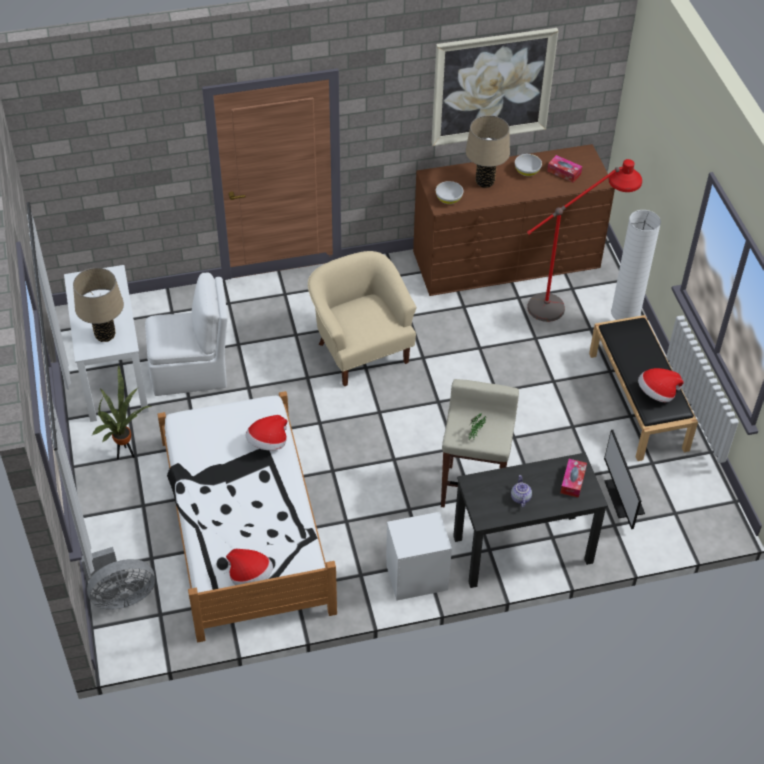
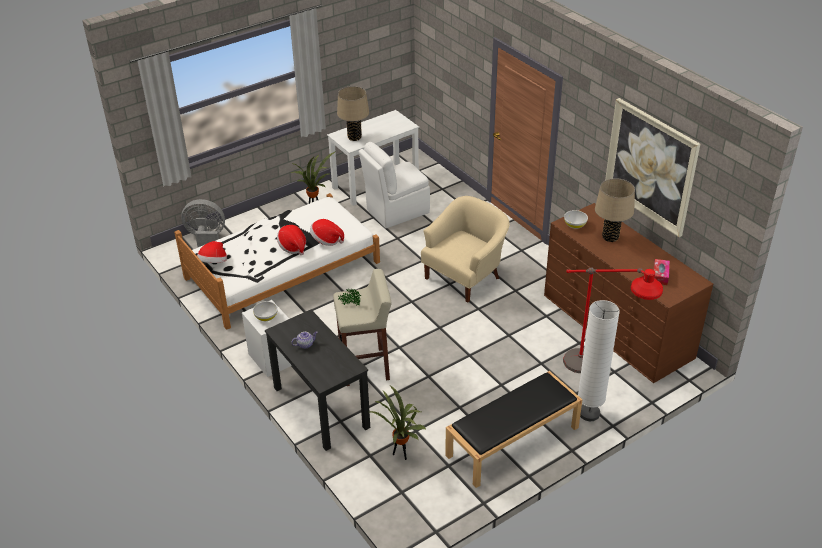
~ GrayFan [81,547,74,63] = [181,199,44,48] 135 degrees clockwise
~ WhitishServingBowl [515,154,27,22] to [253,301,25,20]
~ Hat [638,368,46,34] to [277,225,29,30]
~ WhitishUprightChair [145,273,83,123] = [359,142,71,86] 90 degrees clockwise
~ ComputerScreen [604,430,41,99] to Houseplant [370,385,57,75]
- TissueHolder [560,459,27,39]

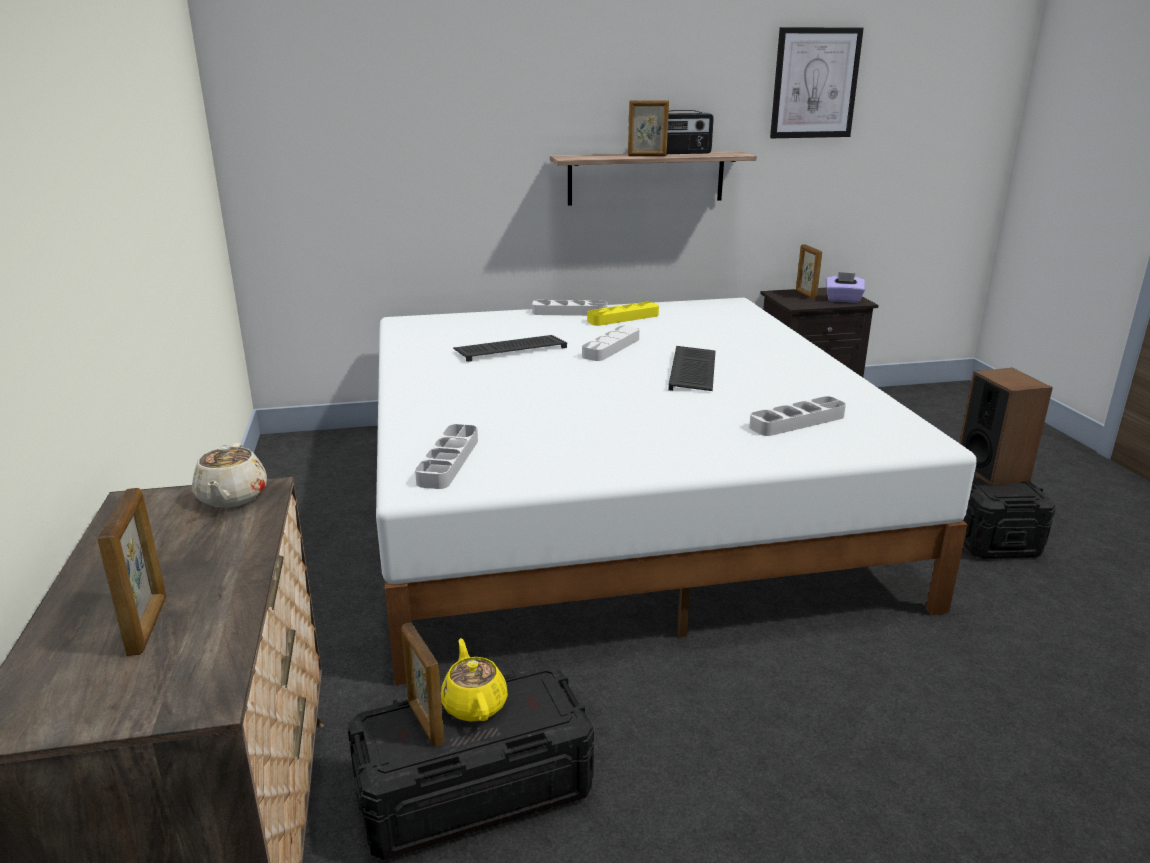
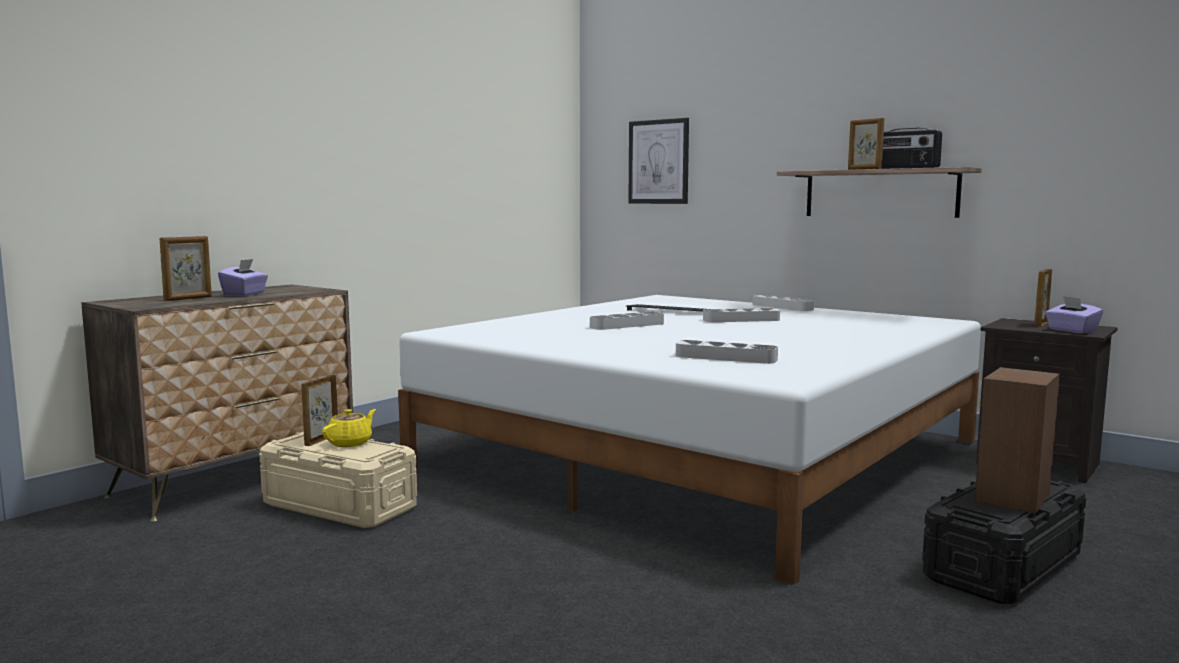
+ PurpleColouredTissueHolder [218,259,50,37]
~ BlackishStorageContainer [347,666,247,194] to BeigeStorageContainer [259,432,158,96]
~ GrayTray [415,424,63,65] to [590,312,74,18]
~ Picture [770,27,94,111] to [628,118,61,86]
- BeigeTeapot [192,443,75,65]
- YellowColouredTray [587,302,72,24]
- Keyboard [668,346,48,45]

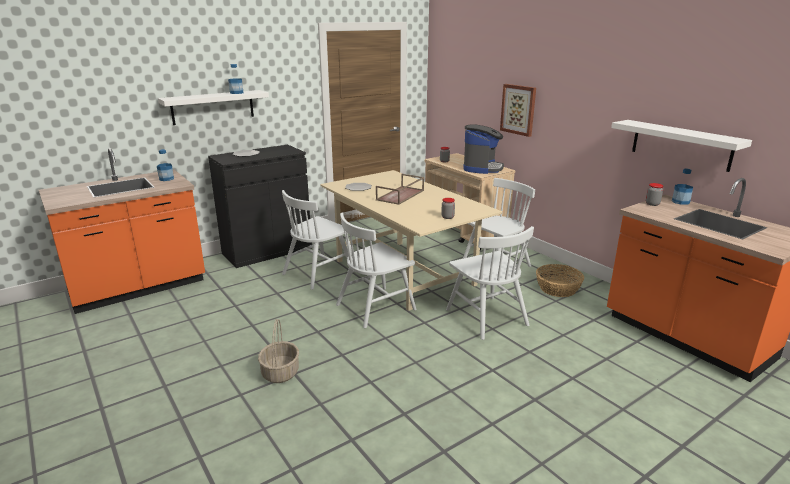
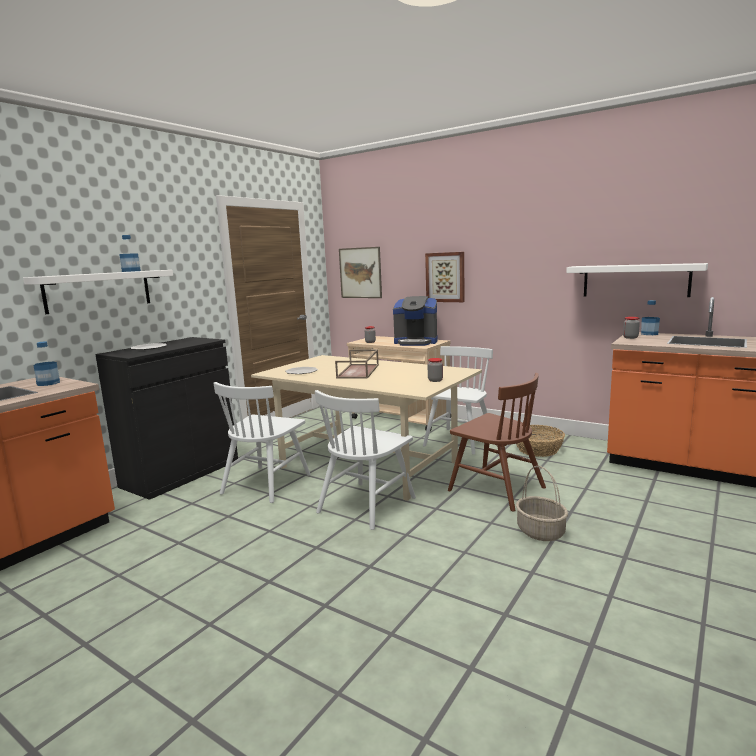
+ Picture [339,247,43,51]
~ CoffeeMachine [463,124,41,50] = [393,296,45,50] 105 degrees clockwise
~ WhitishUprightChair [446,226,88,114] to BrownColouredUprightChair [448,373,98,139]
~ HouseholdBasket [258,319,41,64] to [516,466,52,75]

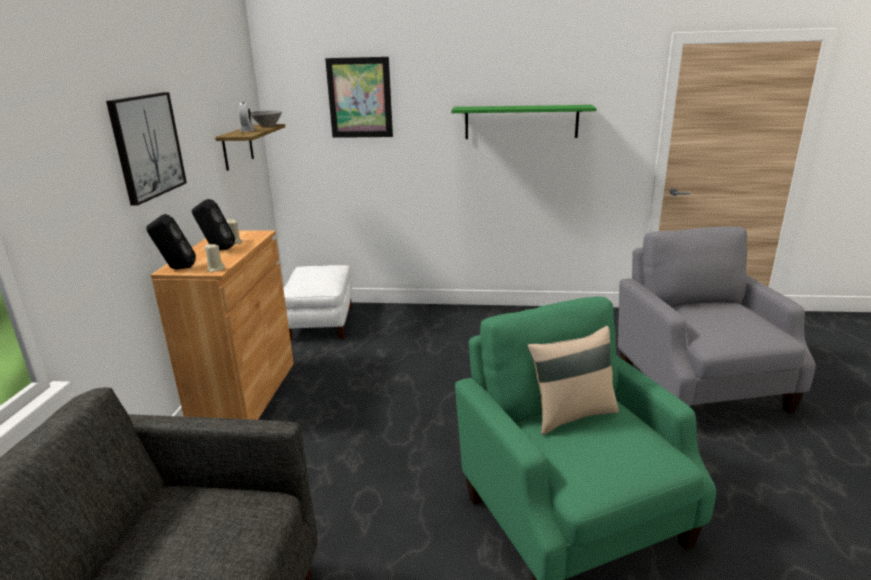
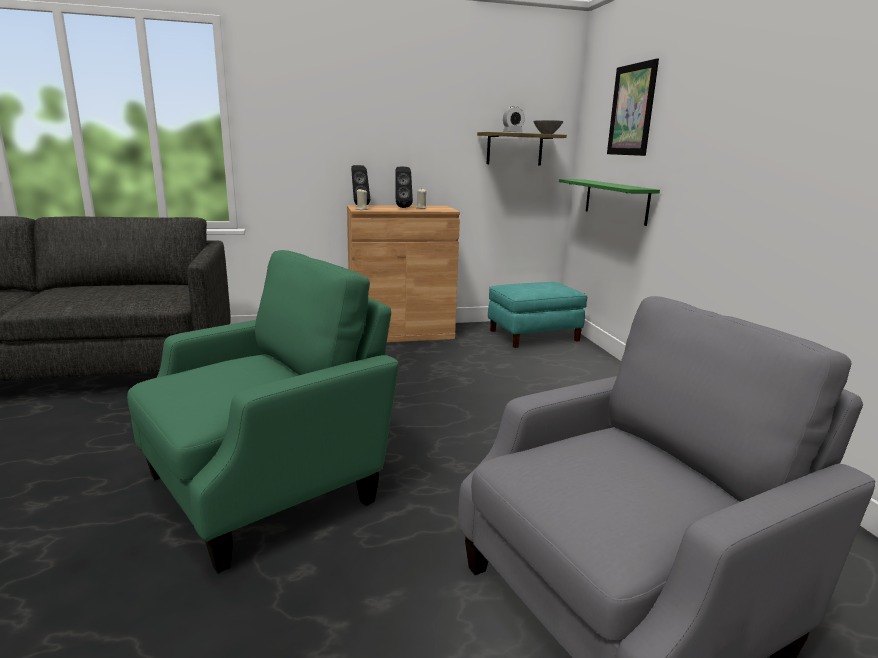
~ WhitishFootrest [284,265,69,75] to TurquoiseFootrest [488,282,99,66]
~ GreenColouredShelf [451,105,146,34] to [559,179,101,47]
- Picture [106,92,81,114]
- BeigeThrowPillow [527,326,92,109]

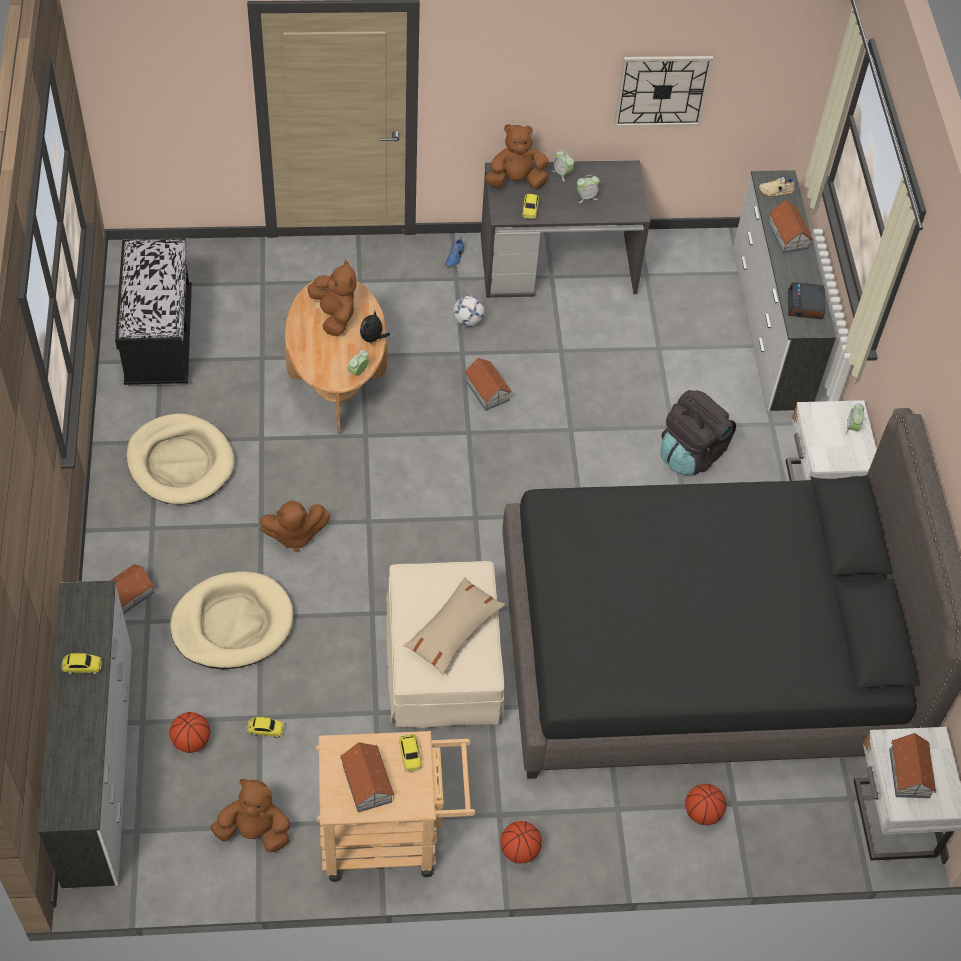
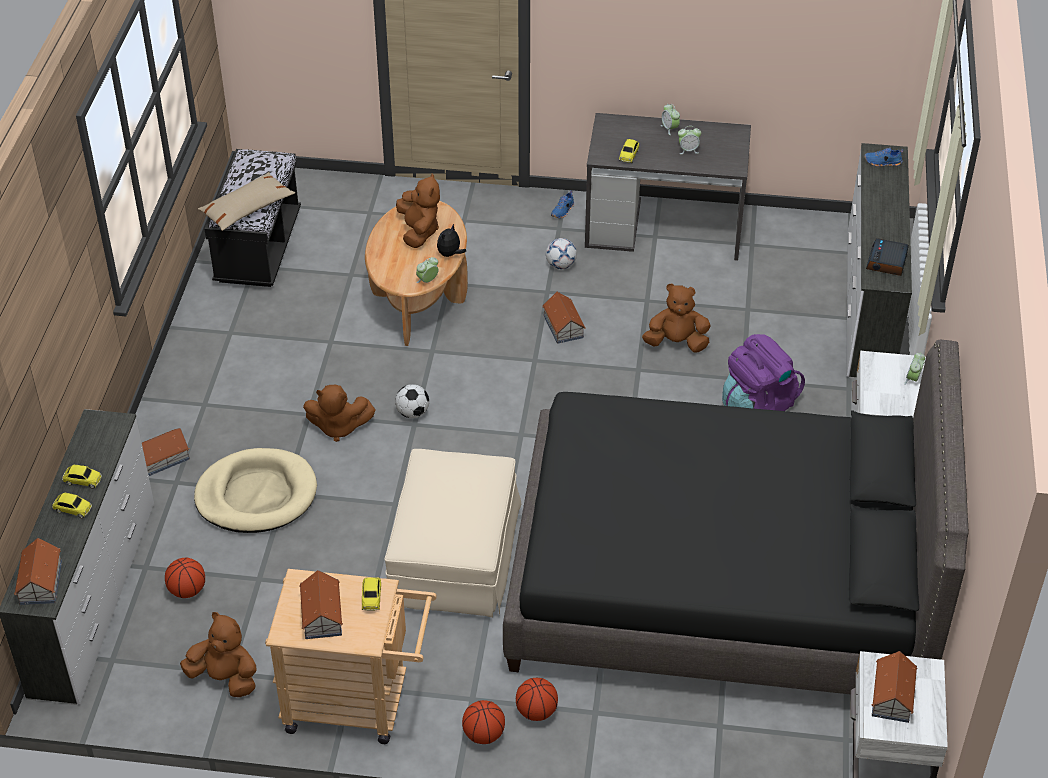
~ MiniatureHouse [768,200,45,54] to [14,538,48,67]
~ ToyCar [247,717,37,21] to [52,493,40,26]
~ BeigeThrowPillow [403,577,103,98] to [198,172,97,59]
+ FootballBall [395,384,34,34]
~ BallForBasketball [685,784,41,41] to [516,678,42,43]
~ BrownColouredPlushToy [485,124,64,65] to [642,283,68,70]
~ BlackishBackpack [660,390,76,85] to PurpleColouredBackpack [722,334,83,77]
~ BeigeItemOfFootwear [759,177,37,20] to BlueColouredItemOfFootwear [864,147,39,20]
- BeigeDogBed [126,414,109,91]
- HangingClock [614,56,99,71]

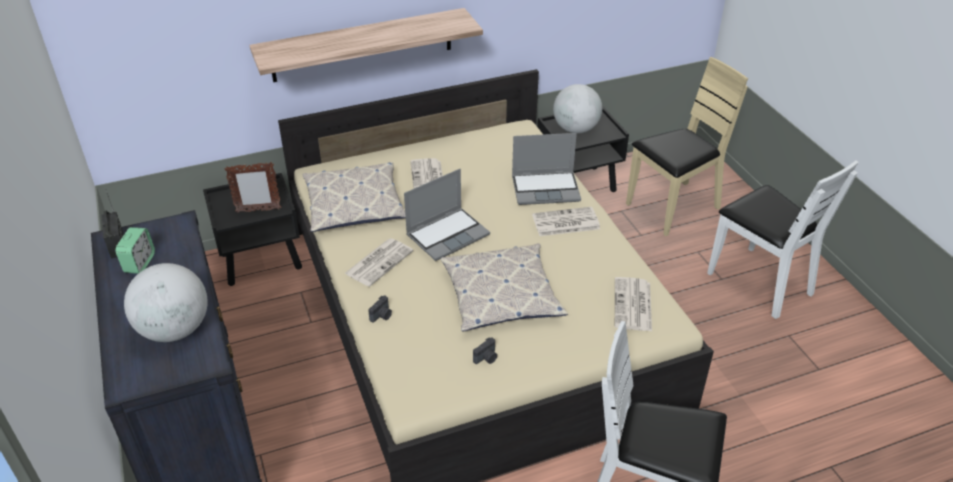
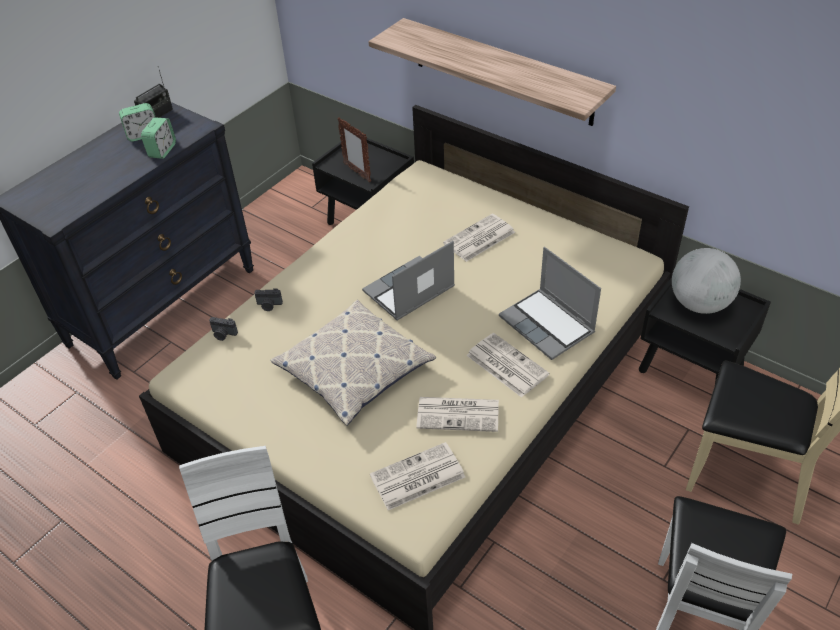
+ AlarmClock [141,117,35,42]
~ StillCamera [473,337,24,27] to [209,317,29,24]
~ NotebookComputer [404,169,86,92] = [362,241,93,80] 120 degrees clockwise
~ DailyPaper [344,238,69,49] to [416,397,83,35]
- DeskGlobe [124,263,84,79]
- ThrowPillow [303,162,103,70]

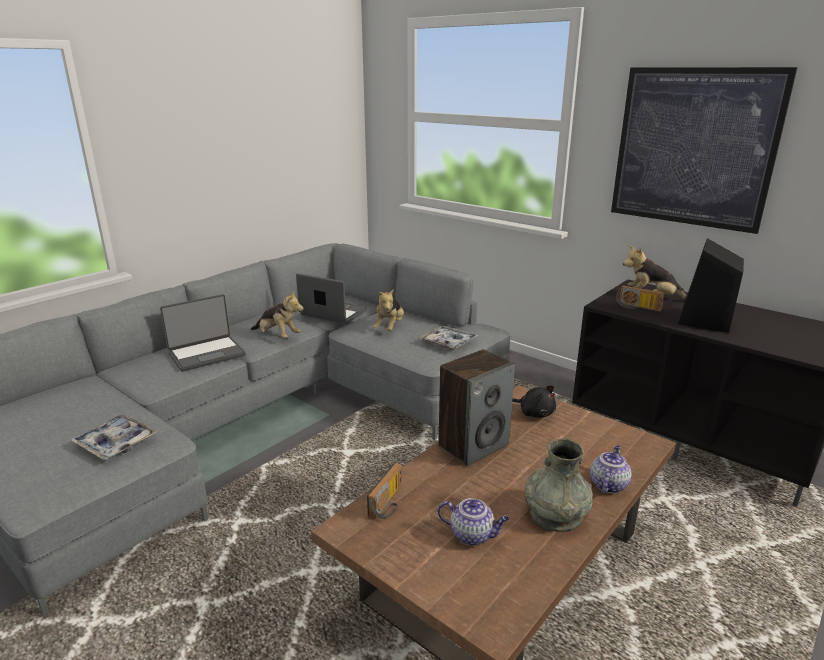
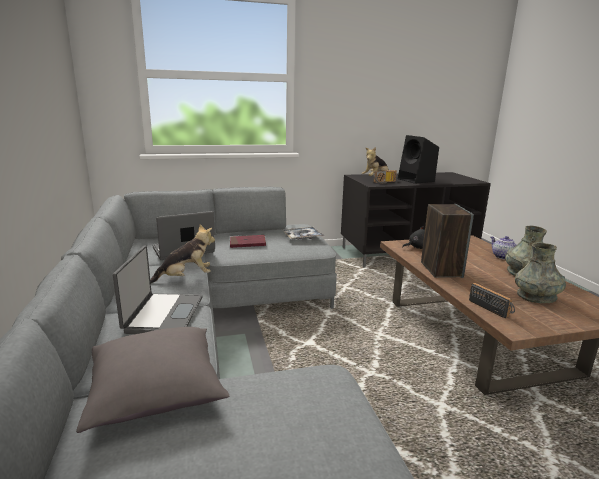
+ GrayThrowPillow [76,327,153,106]
~ PlushToy [373,289,31,42] to RedColouredBoundBook [230,235,36,13]
~ Teapot [438,498,71,47] to GrayFlowerVase [515,243,51,60]
- Tray [71,414,87,46]
- Picture [611,67,187,167]

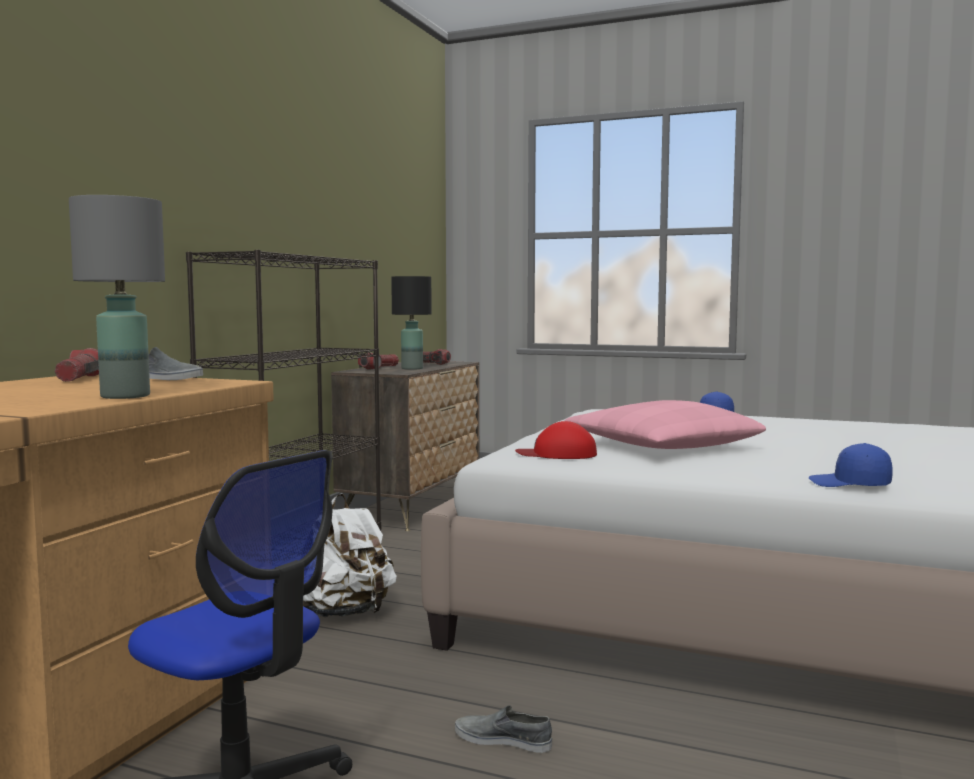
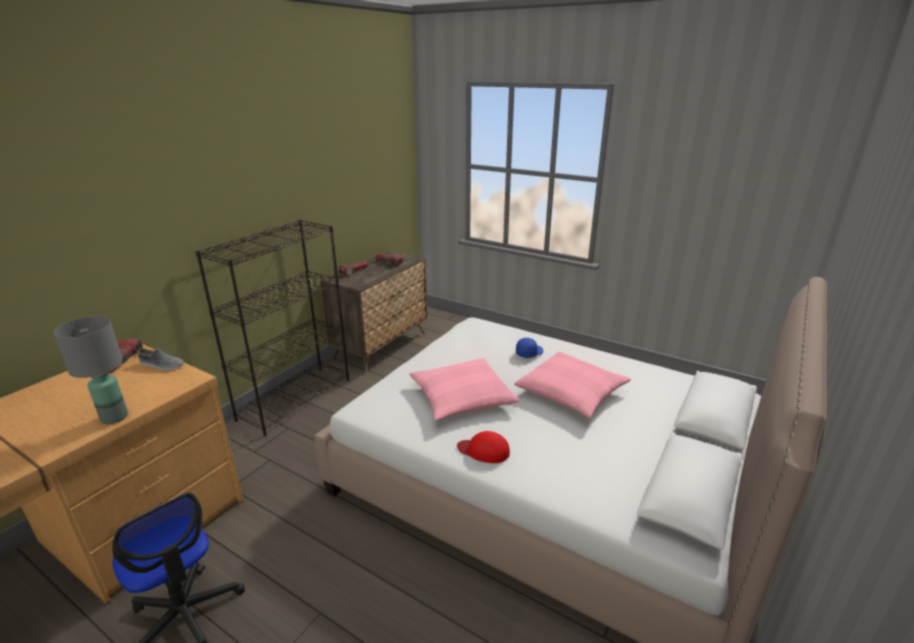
~ RedColouredPeakedCap [515,421,82,38] to [457,431,53,32]
+ PinkThrowPillow [514,352,117,66]
- WhitishBackpack [303,493,94,124]
- BlackishTableLamp [391,276,41,94]
- GrayItemOfFootwear [455,705,97,48]
- BlueColouredPeakedCap [809,443,84,44]

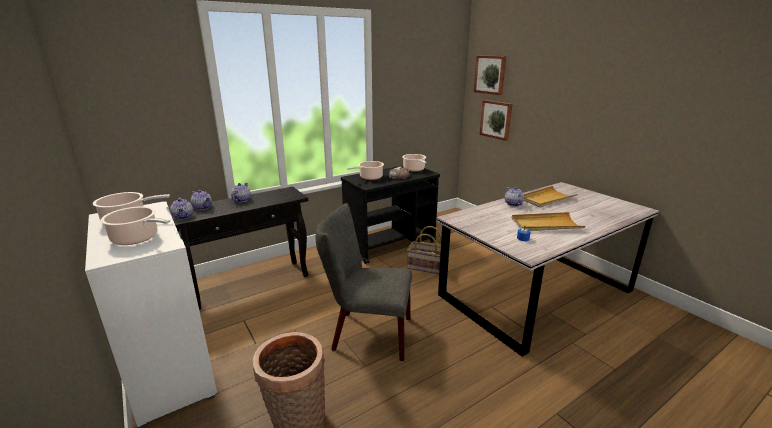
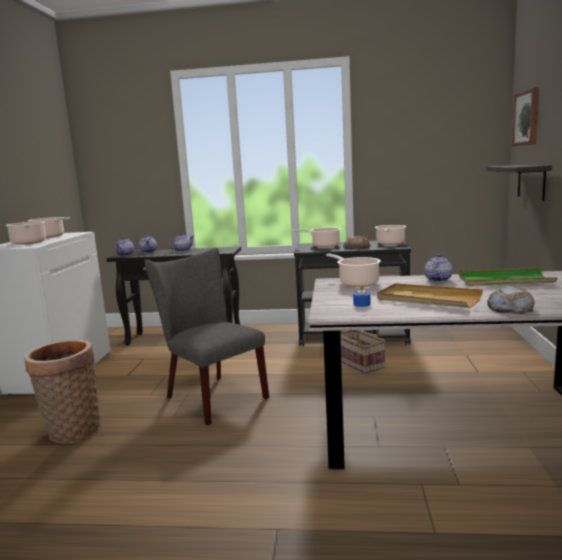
+ CookingPot [326,254,55,33]
~ BeigeTray [524,186,53,22] to GreenColouredTray [458,268,100,19]
~ Picture [480,100,32,41] to Shelf [487,165,65,36]
+ BakeryBread [487,286,48,28]

